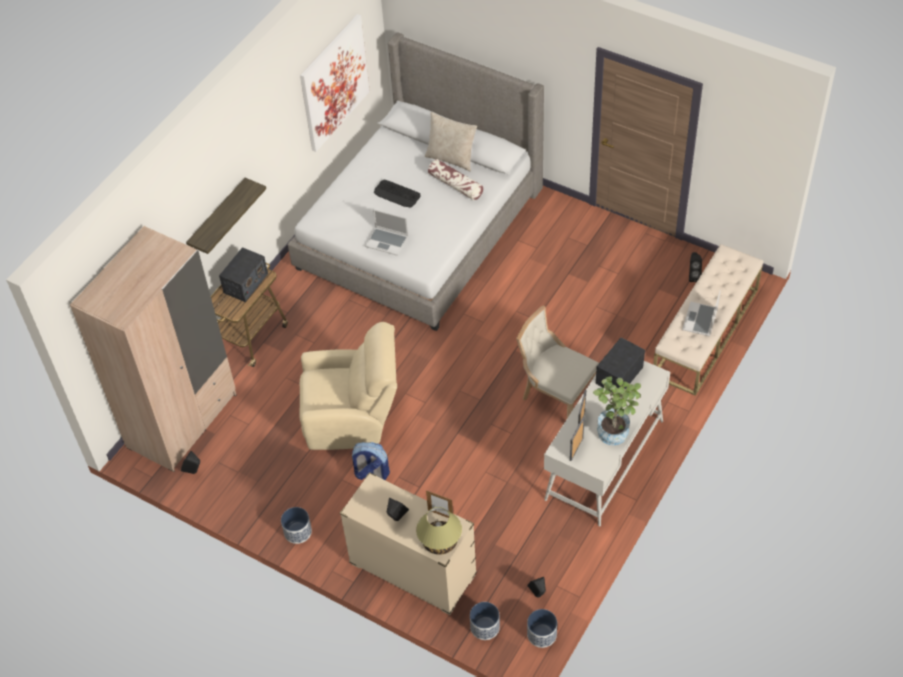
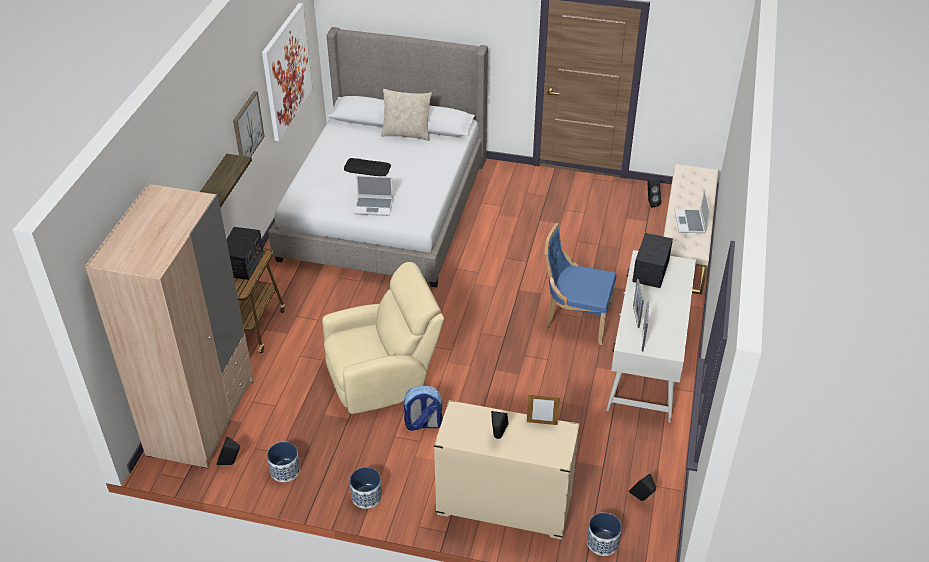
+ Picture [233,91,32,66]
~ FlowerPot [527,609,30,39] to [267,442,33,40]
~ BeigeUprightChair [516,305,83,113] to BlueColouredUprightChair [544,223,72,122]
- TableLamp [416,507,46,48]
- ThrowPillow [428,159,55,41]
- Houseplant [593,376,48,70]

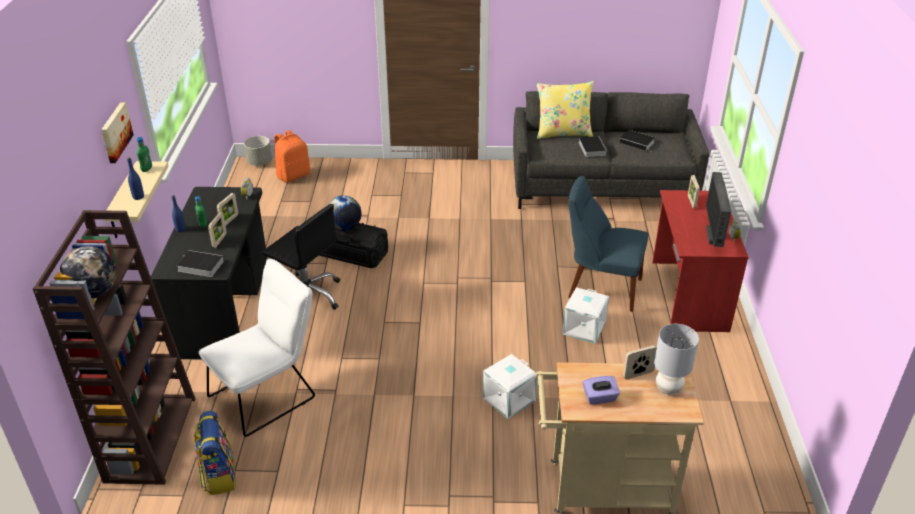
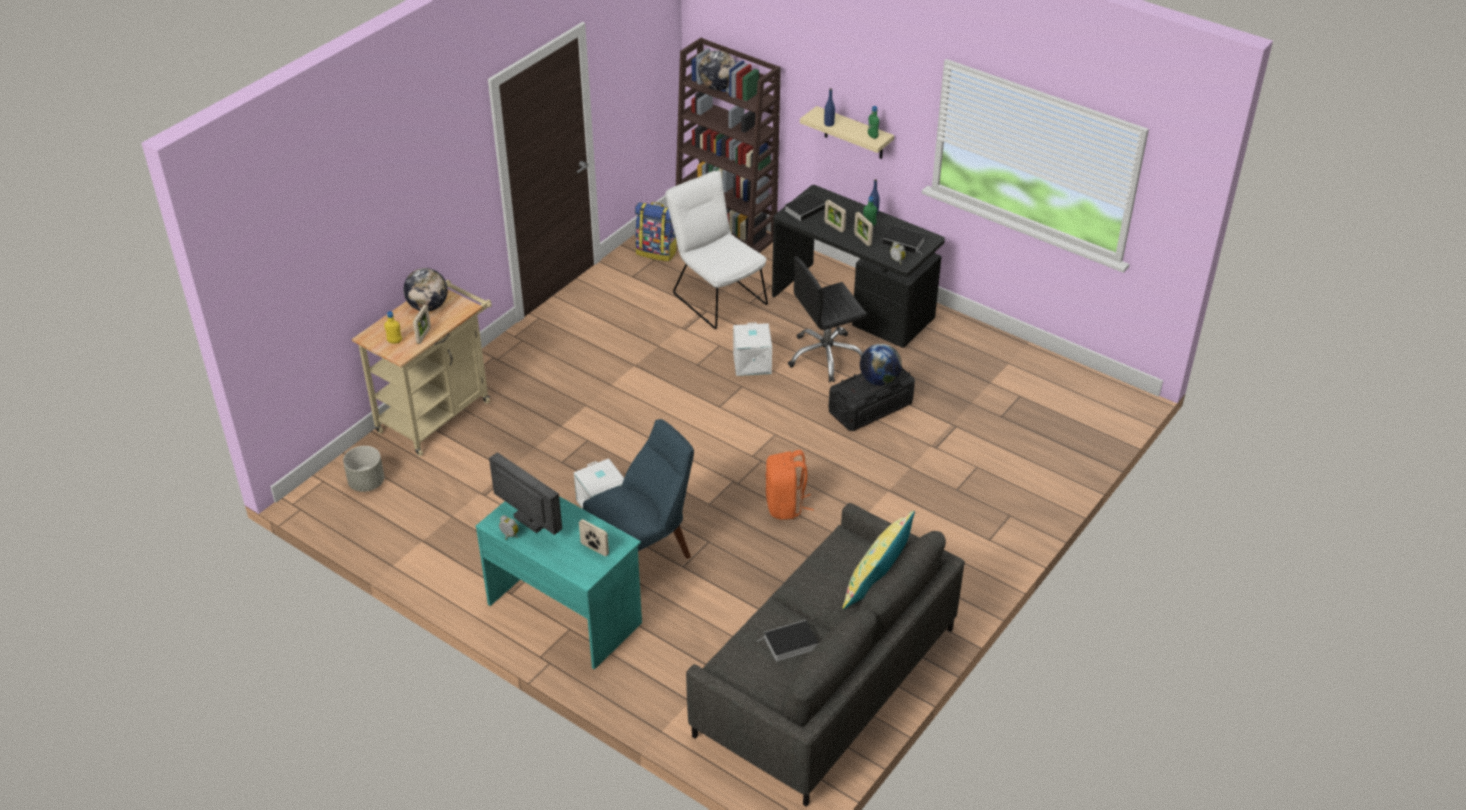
~ GrayFlowerPot [244,136,28,30] to [343,446,41,46]
~ GrayTableLamp [654,324,45,71] to YellowColouredBeverageBottle [384,311,18,33]
~ PurpleColouredTissueHolder [583,376,37,29] to DeskGlobe [403,268,45,43]
~ RedColouredDeskUnit [652,190,97,142] to TurquoiseDeskUnit [475,496,167,174]
~ WhitishUprightChair [199,259,116,178] = [665,171,103,158] 150 degrees clockwise
~ WhitishStorageContainer [483,354,54,65] to [733,322,39,54]
~ OrangeColouredBackpack [274,130,36,53] to [765,450,49,70]
~ BoundBook [578,136,29,21] to [882,225,43,29]
- Picture [101,102,32,61]

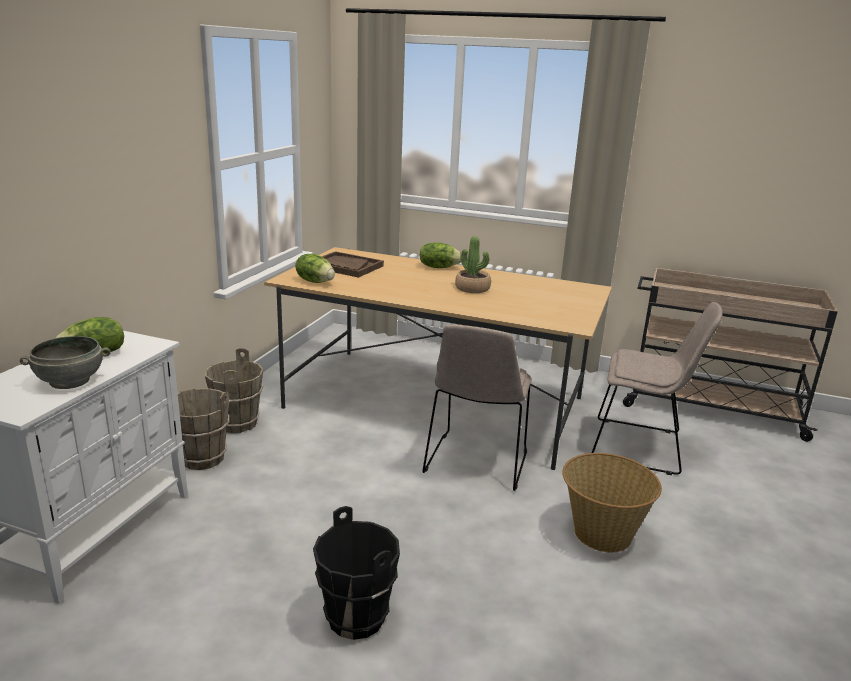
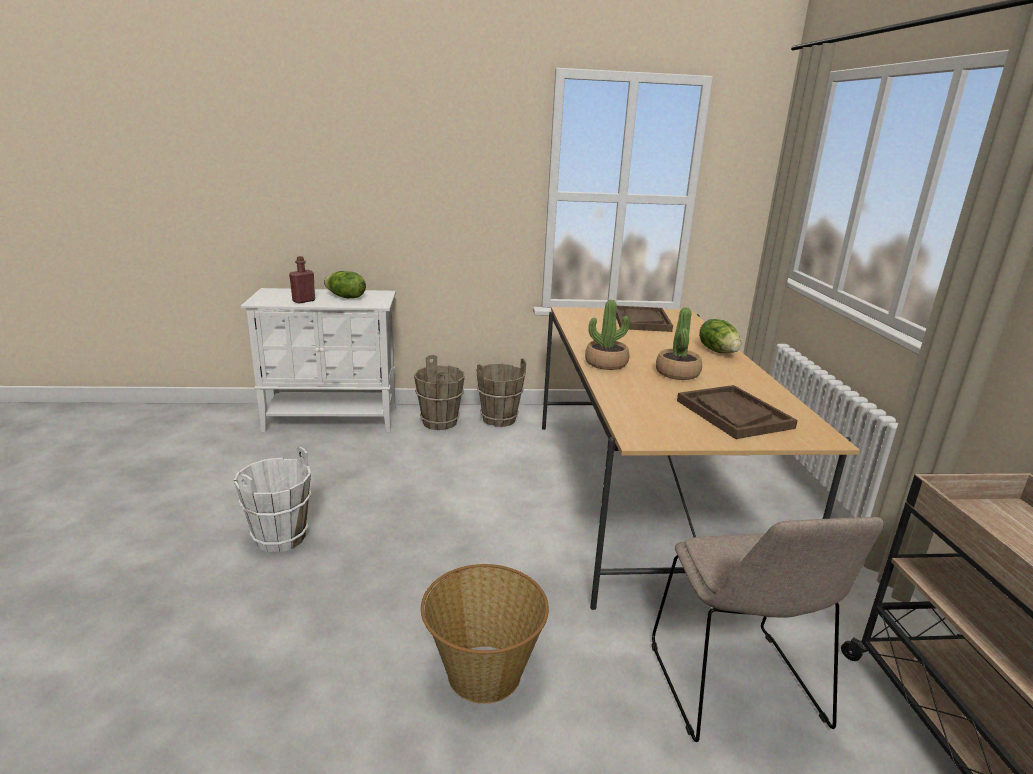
~ BlackishBucket [313,506,87,134] to WhitishBucket [234,447,78,105]
~ GrayServingBowl [20,336,91,53] to RedColouredBeverageBottle [289,256,26,48]
+ Houseplant [585,300,45,70]
+ BrownColouredTray [677,385,121,54]
- HeadOfLettuce [295,254,40,29]
- BeigeUprightChair [423,324,108,167]

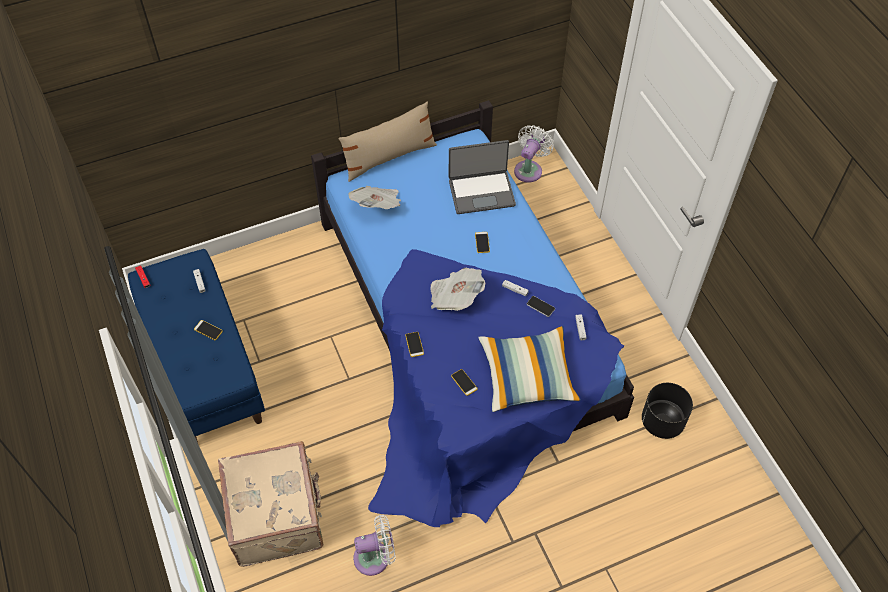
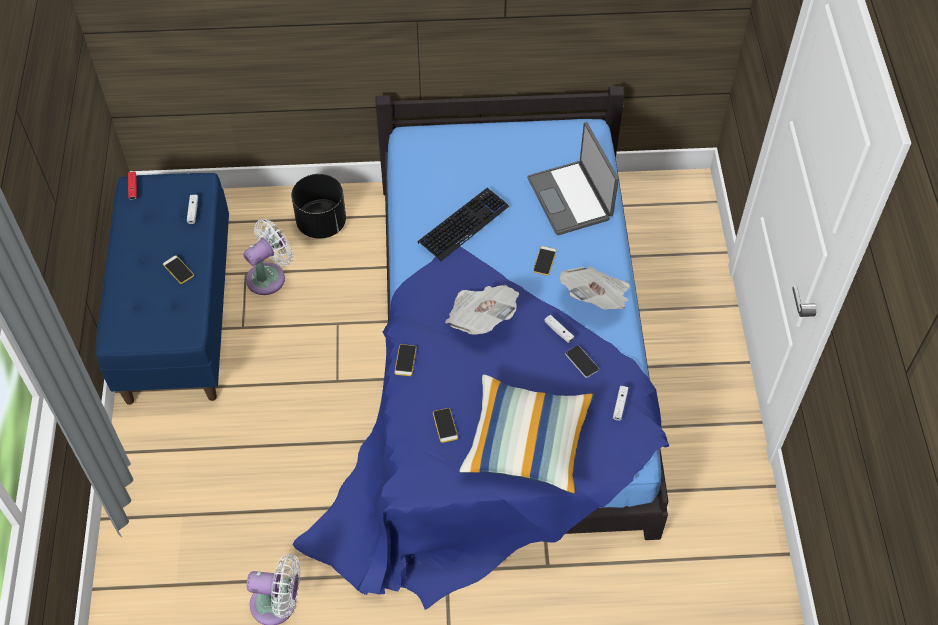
~ WhitishFan [514,125,40,57] to [243,219,50,76]
~ BlackishFlowerPot [642,383,51,56] to [291,174,55,65]
+ Keyboard [417,188,92,74]
~ NotebookComputer [449,140,67,74] = [527,122,92,113] 60 degrees clockwise
~ DailyPaper [348,186,53,23] to [560,267,70,43]
- BeigeSuitcase [218,441,105,126]
- BeigeThrowPillow [339,101,98,81]

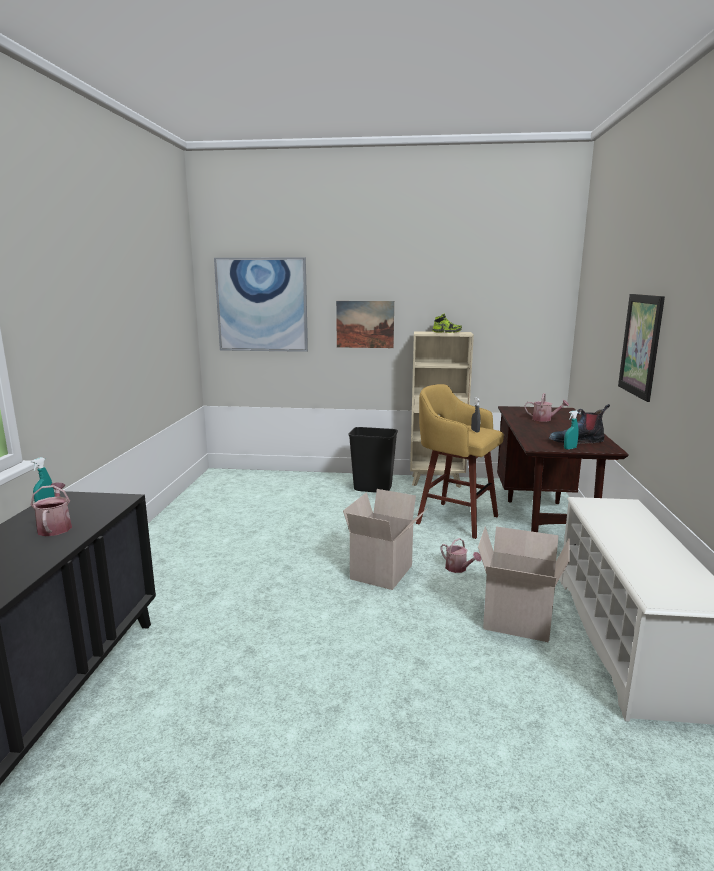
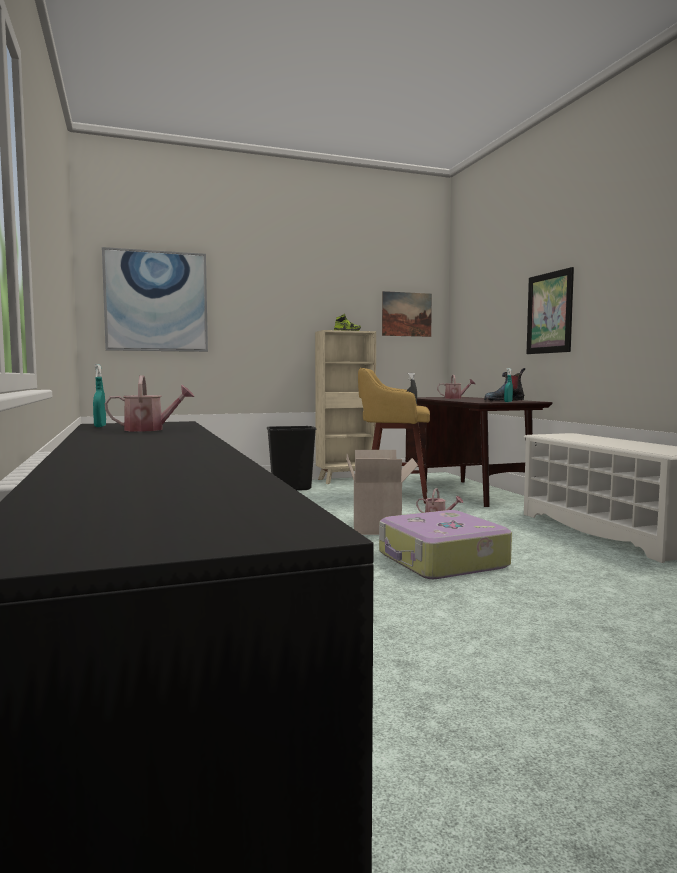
~ SprinklingCan [31,482,41,54] = [104,376,90,56] 120 degrees clockwise
+ Suitcase [379,510,133,69]
~ Picture [336,301,58,47] to [382,291,50,46]
- Carton [478,526,91,116]

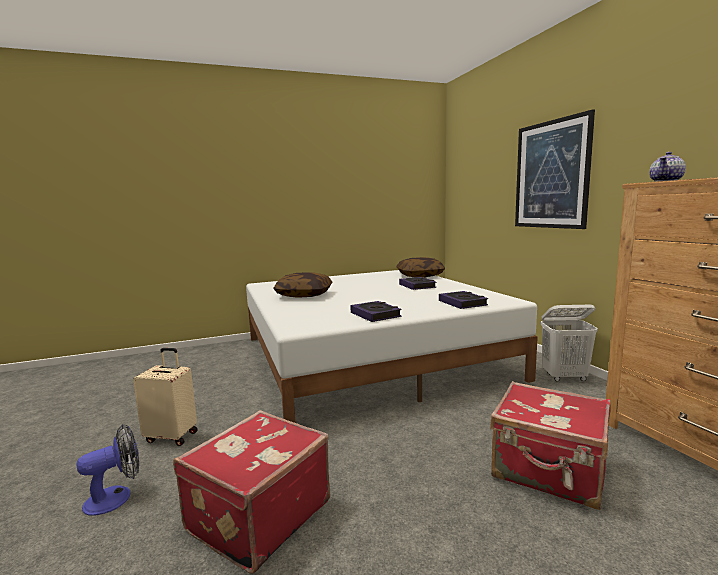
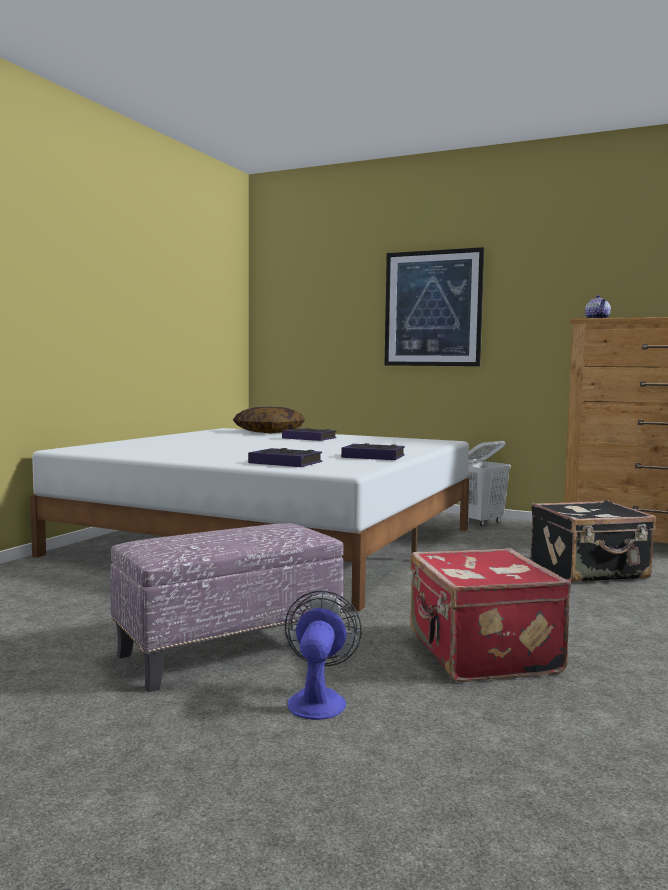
~ BeigeSuitcase [133,348,65,98] to Footrest [110,523,234,169]
~ BoundBook [439,291,49,18] to [248,448,74,19]
~ RedColouredSuitcase [490,381,121,129] to BlackishSuitcase [530,500,126,83]
- ThrowPillow [274,273,58,25]

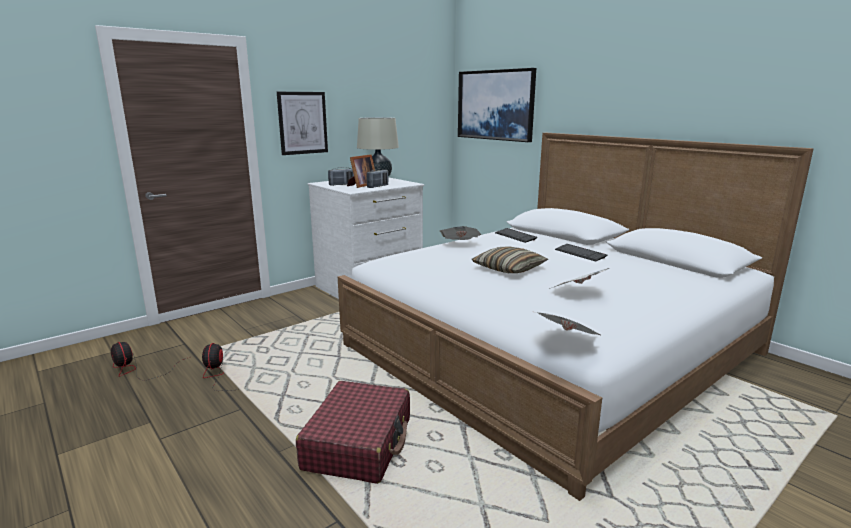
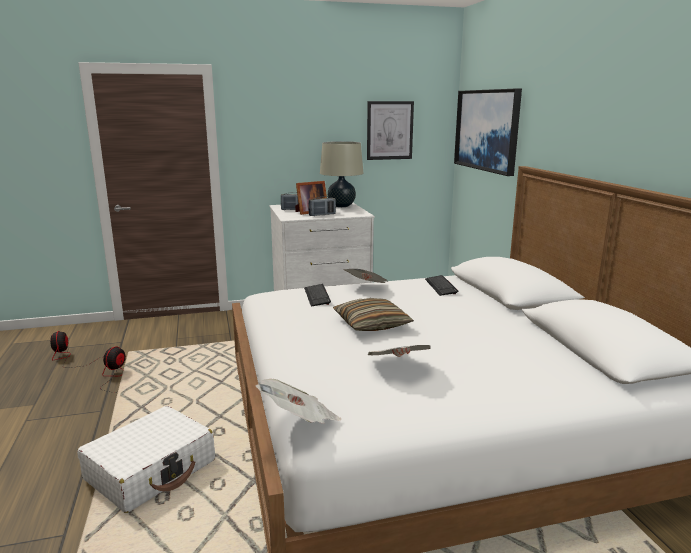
~ RedColouredSuitcase [296,381,114,103] to WhitishSuitcase [77,406,138,107]
~ Keyboard [555,244,53,18] to [304,284,27,22]
~ Picture [277,92,51,63] to [367,101,47,59]

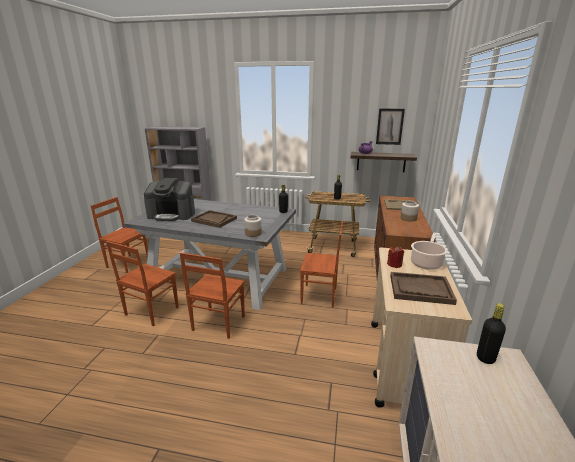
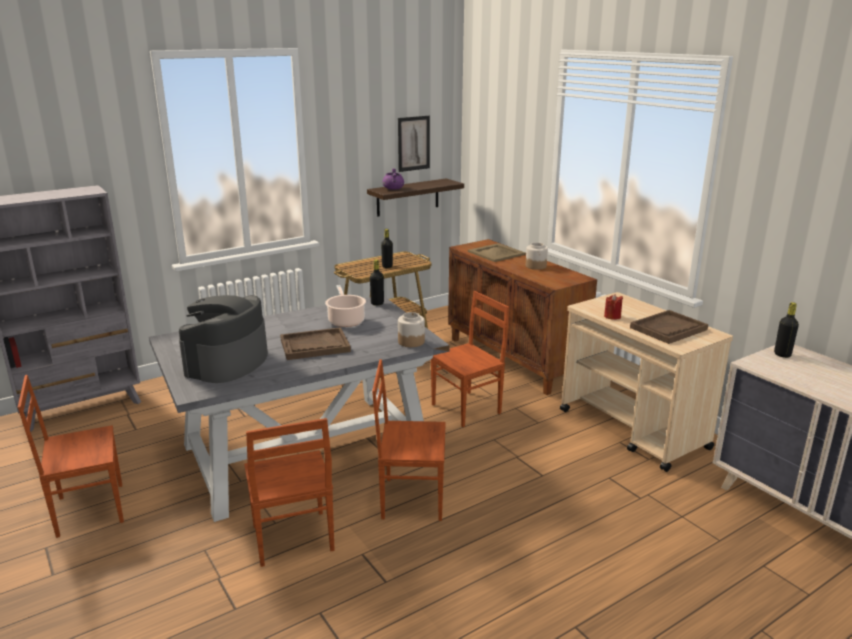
~ CoffeeMachine [144,178,51,43] = [179,295,89,88] 150 degrees clockwise
~ CookingPot [411,233,37,37] to [325,285,41,42]
~ BrownColouredUprightChair [180,253,65,86] = [372,359,74,162] 120 degrees clockwise

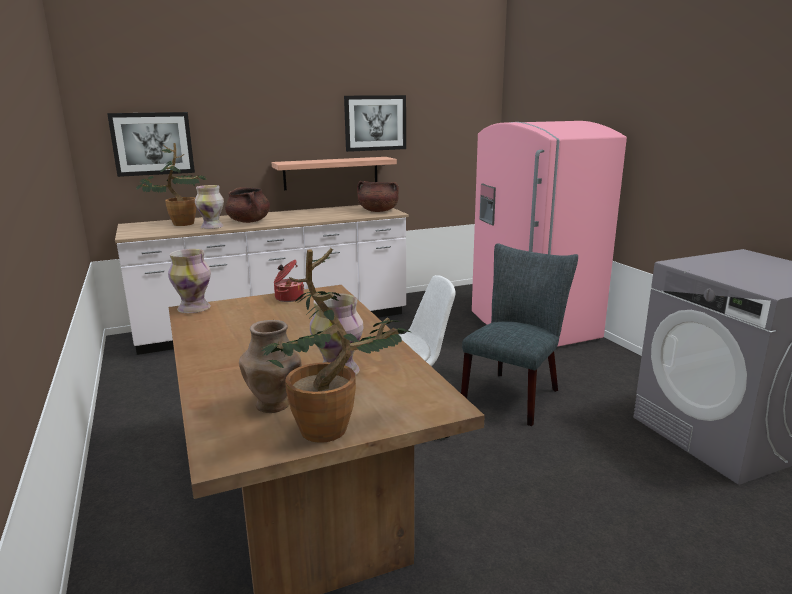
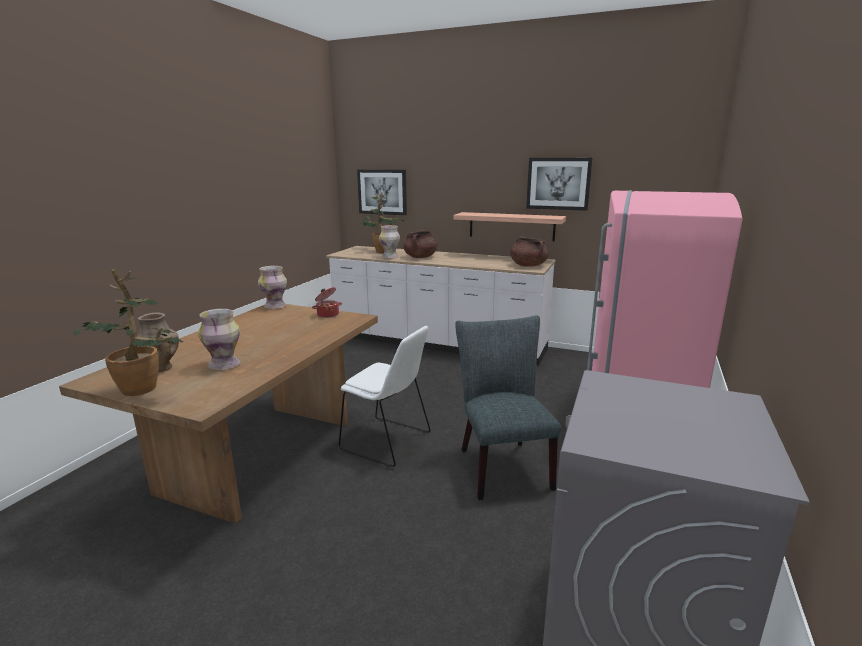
~ GrayUprightChair [461,243,117,183] = [455,315,106,185] 90 degrees counterclockwise

